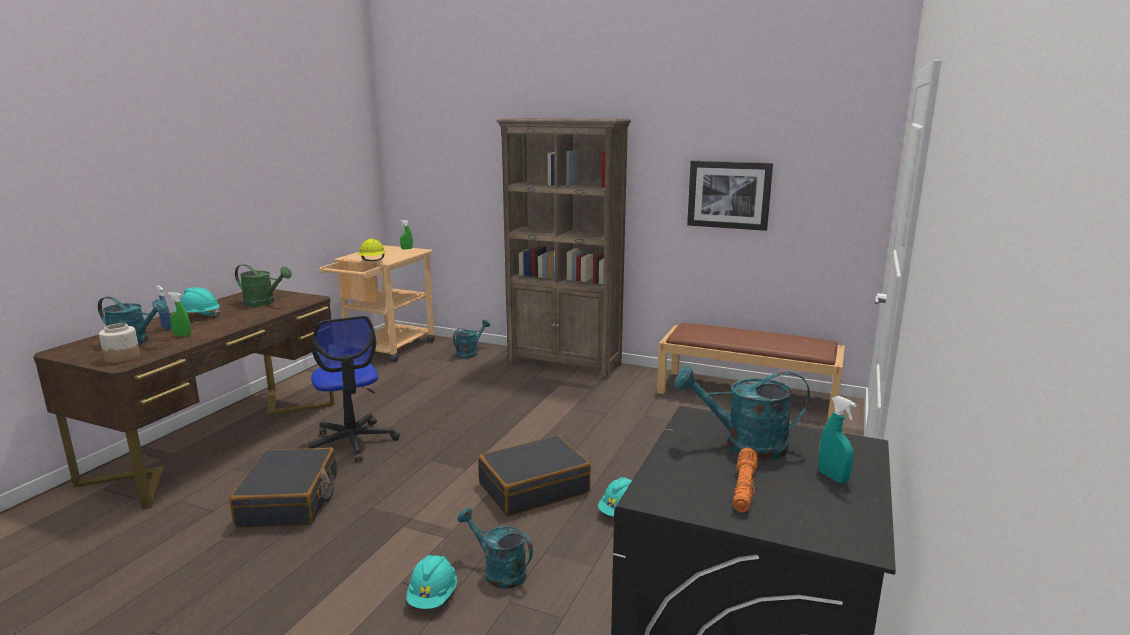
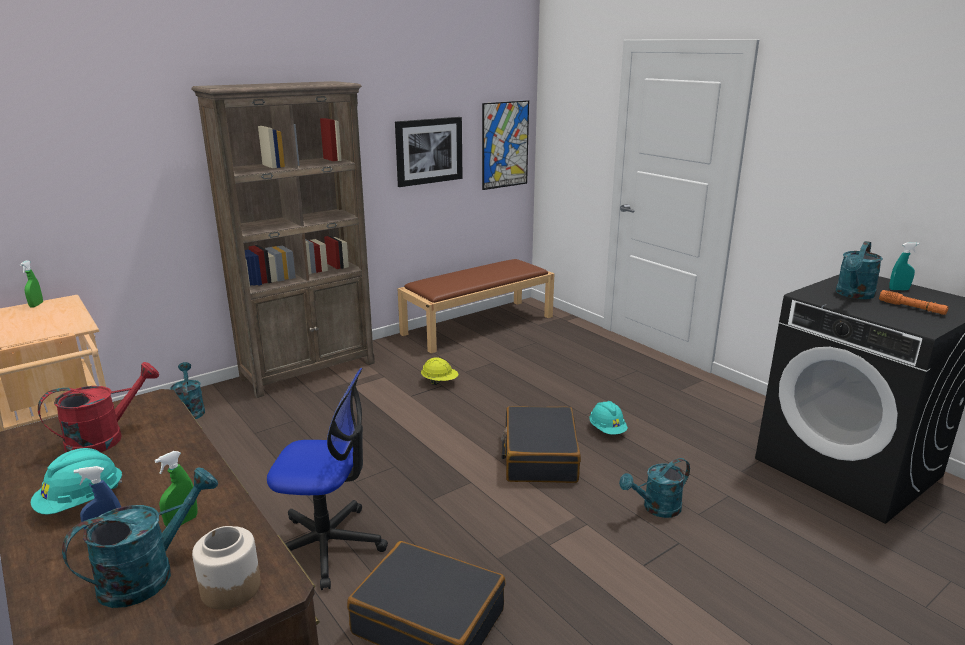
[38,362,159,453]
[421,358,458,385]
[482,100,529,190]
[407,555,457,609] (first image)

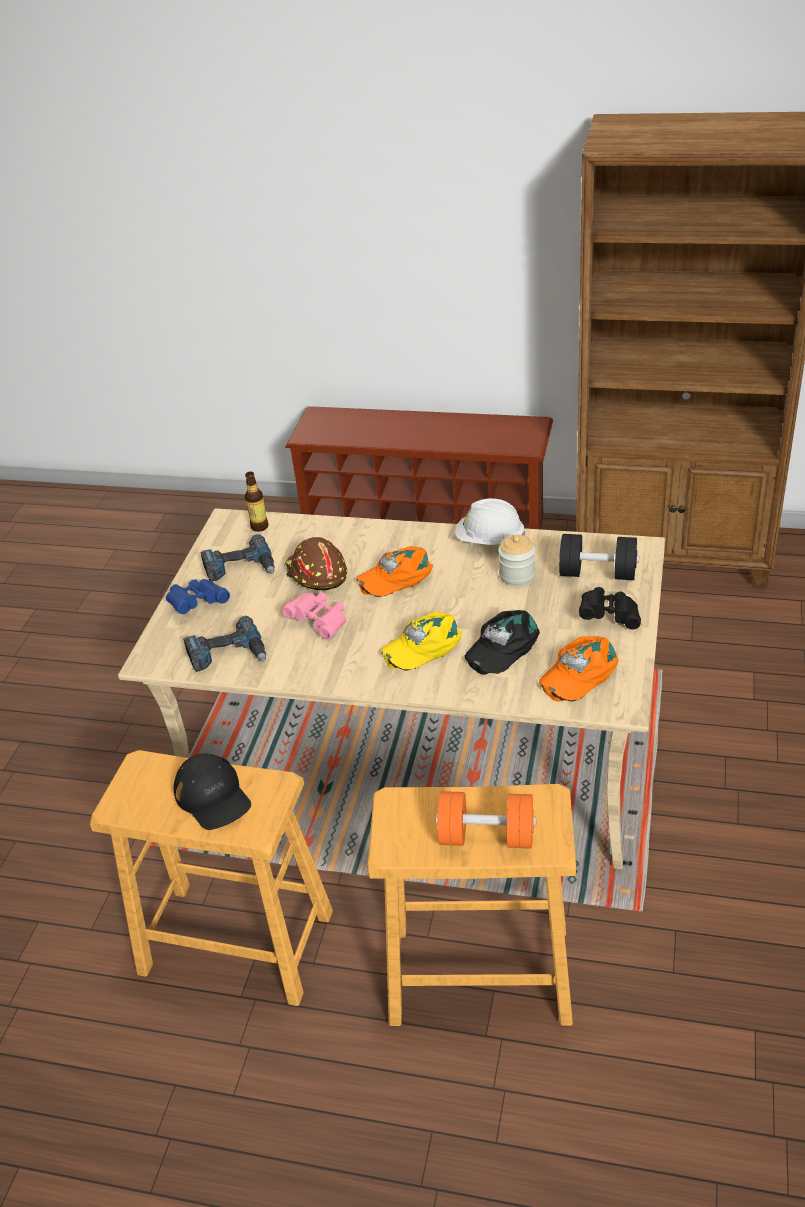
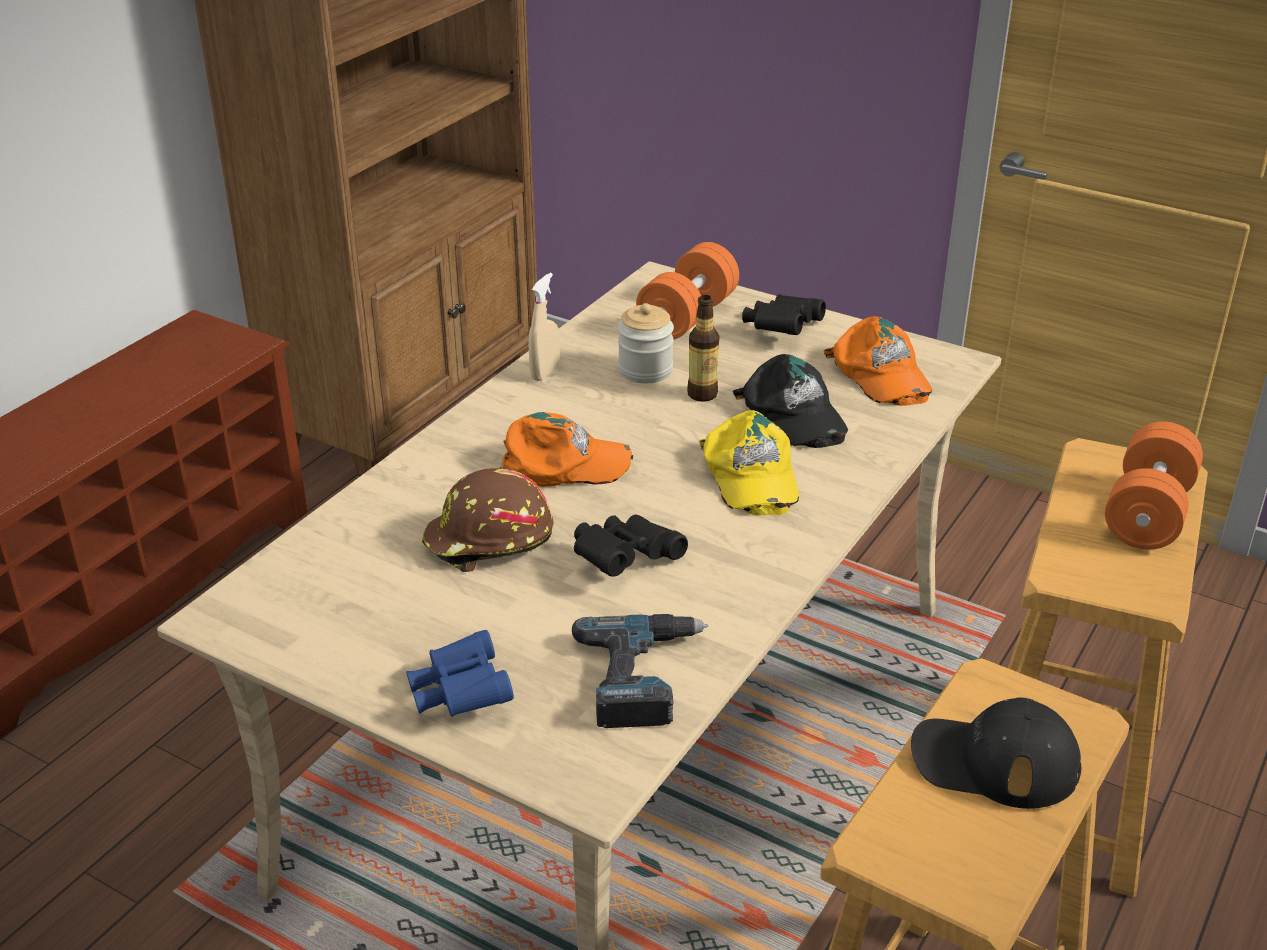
[500,412,633,487]
[528,273,560,381]
[574,515,688,577]
[636,242,739,339]
[687,295,719,402]
[911,698,1081,809]
[200,534,275,582] (first image)

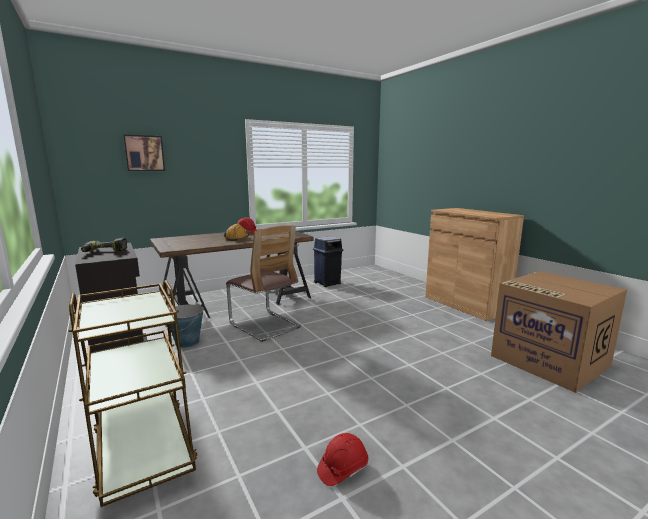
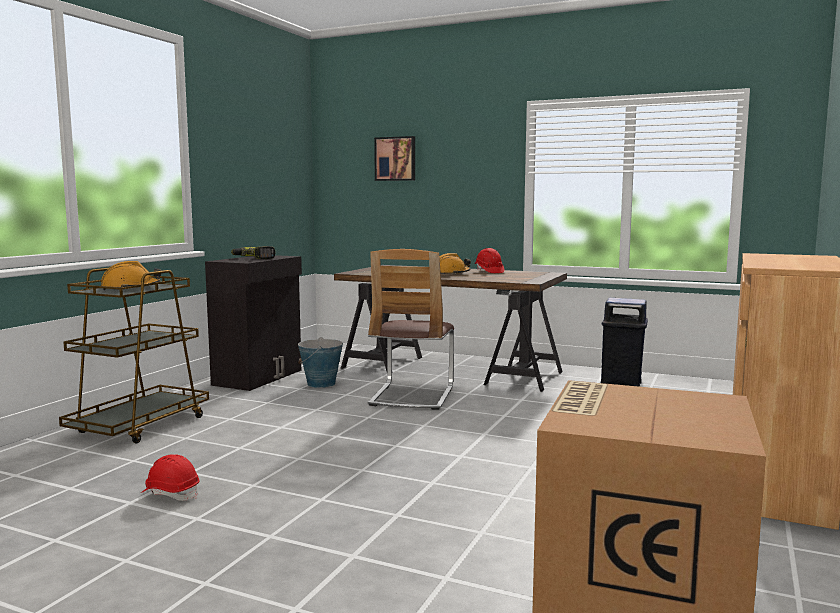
[101,261,162,290]

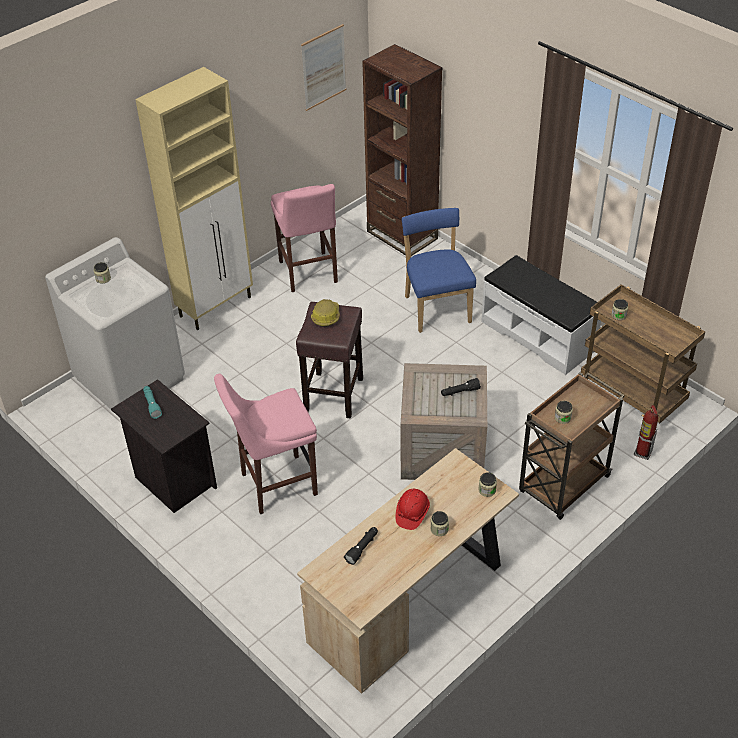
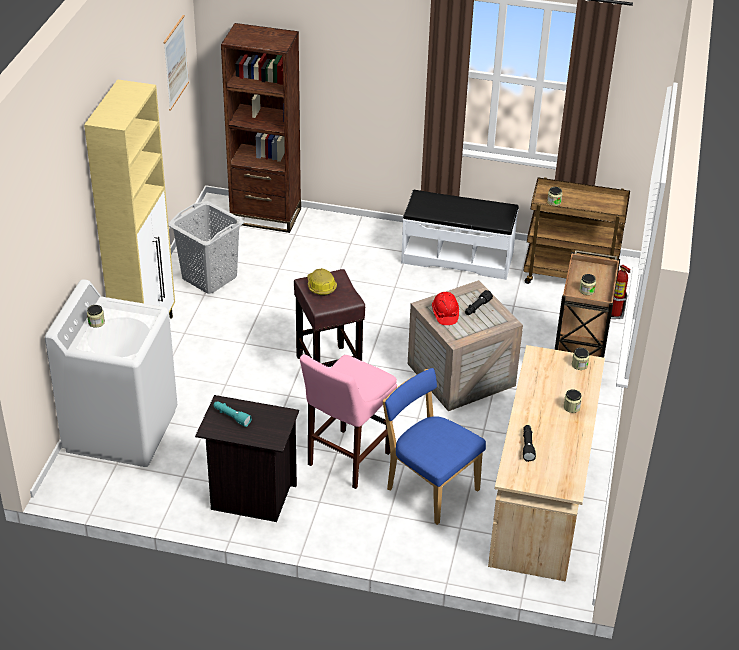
[168,201,244,294]
[383,368,486,525]
[432,292,459,325]

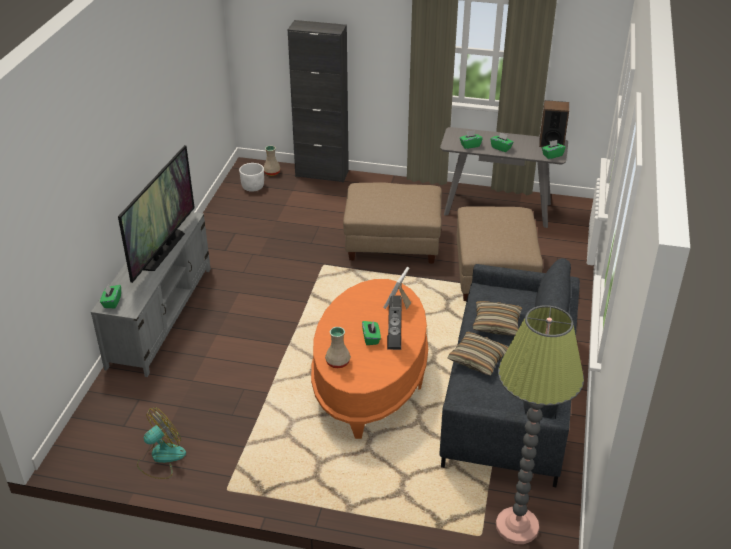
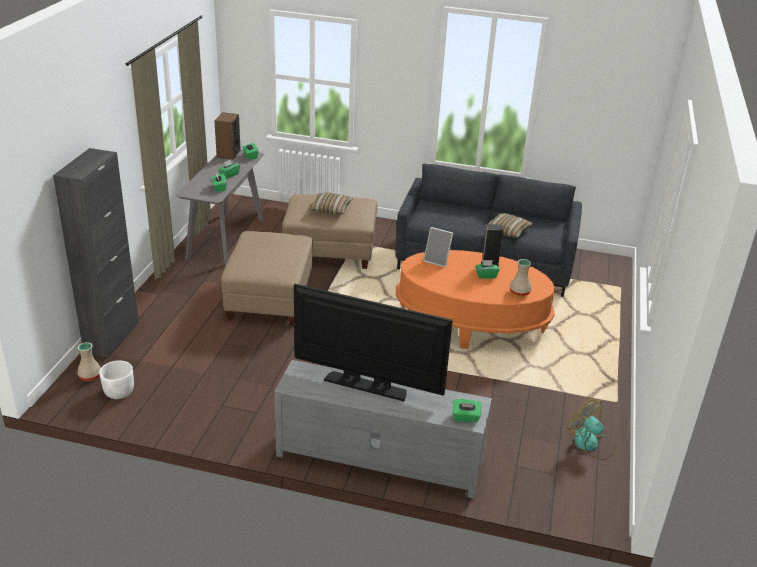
[309,193,353,214]
[496,305,584,544] (first image)

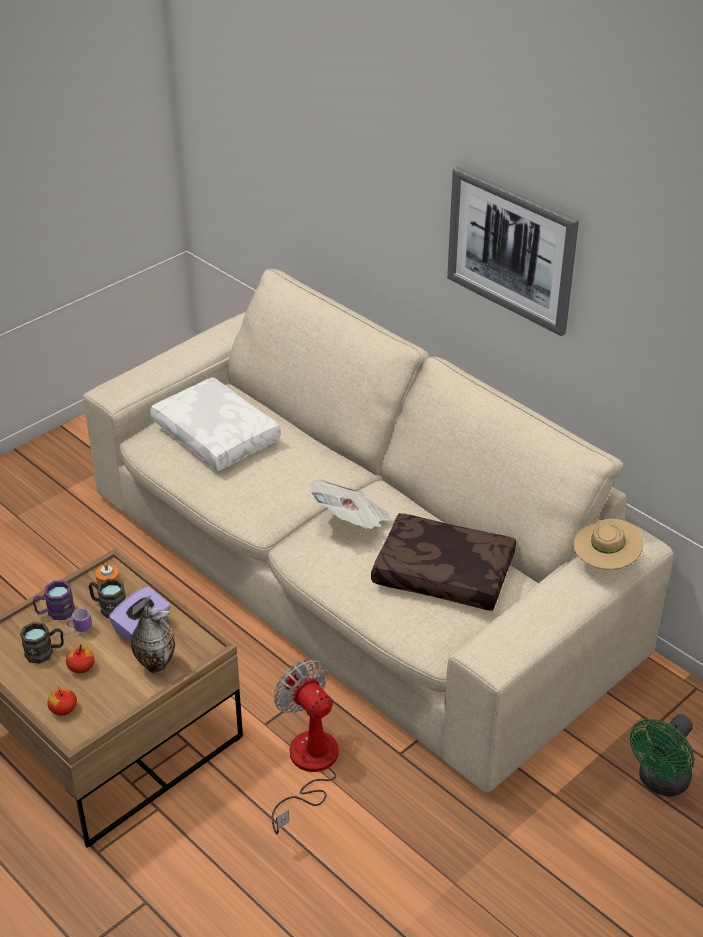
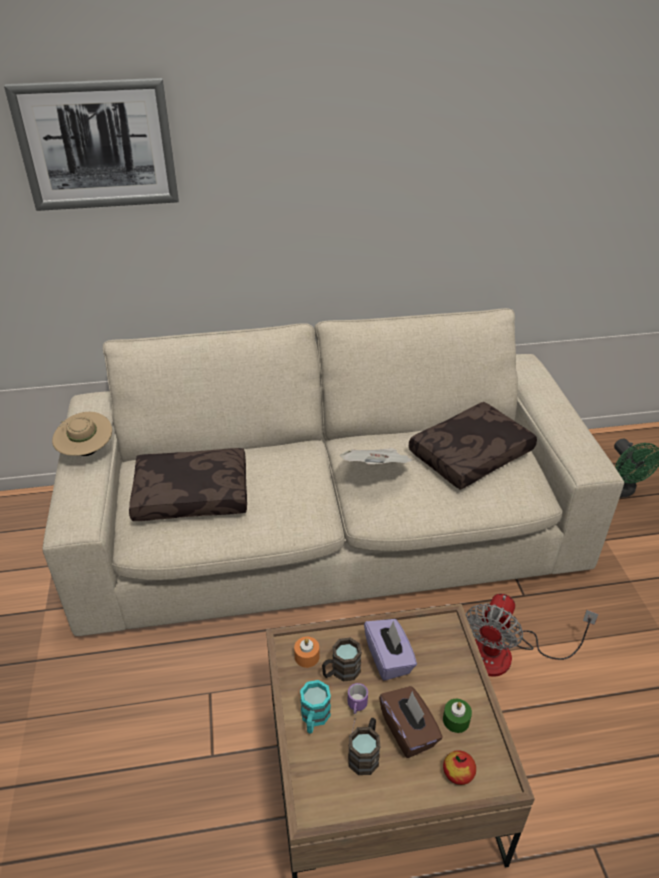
[4,78,179,211]
[52,412,112,456]
[129,448,247,521]
[300,680,331,733]
[379,686,443,758]
[443,699,472,733]
[466,594,598,677]
[131,598,175,674] (first image)

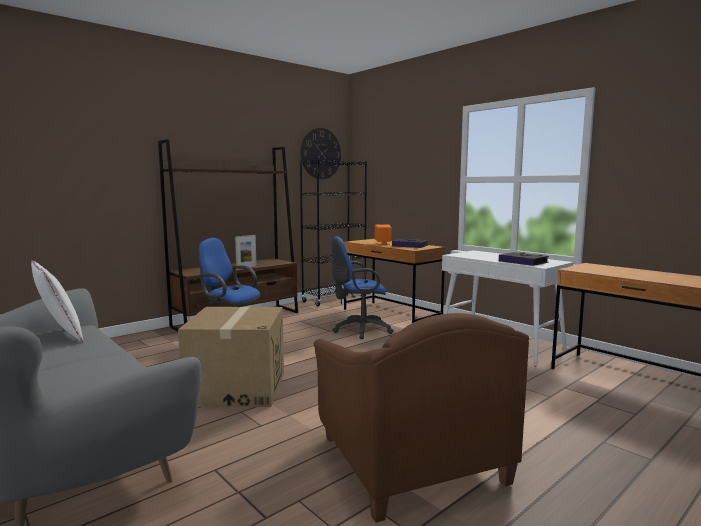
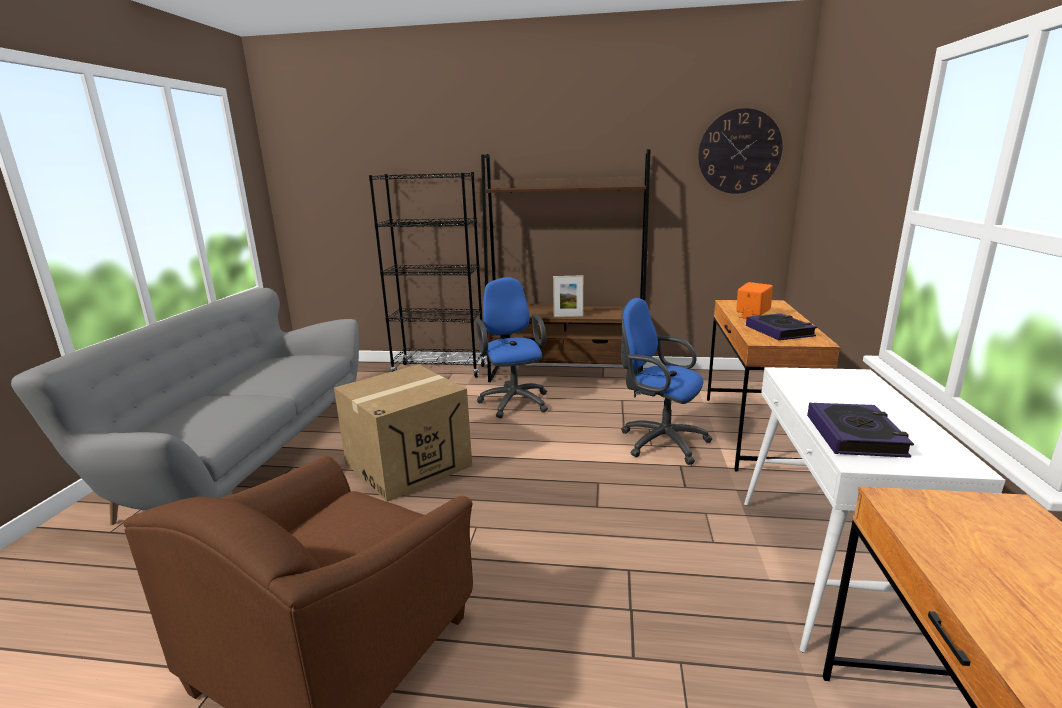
[369,172,485,378]
[31,260,83,342] (first image)

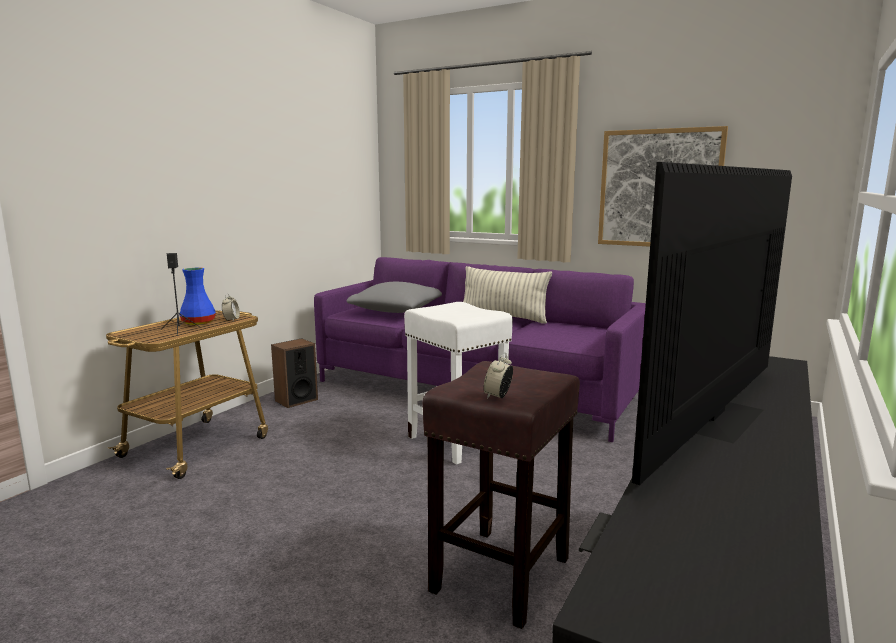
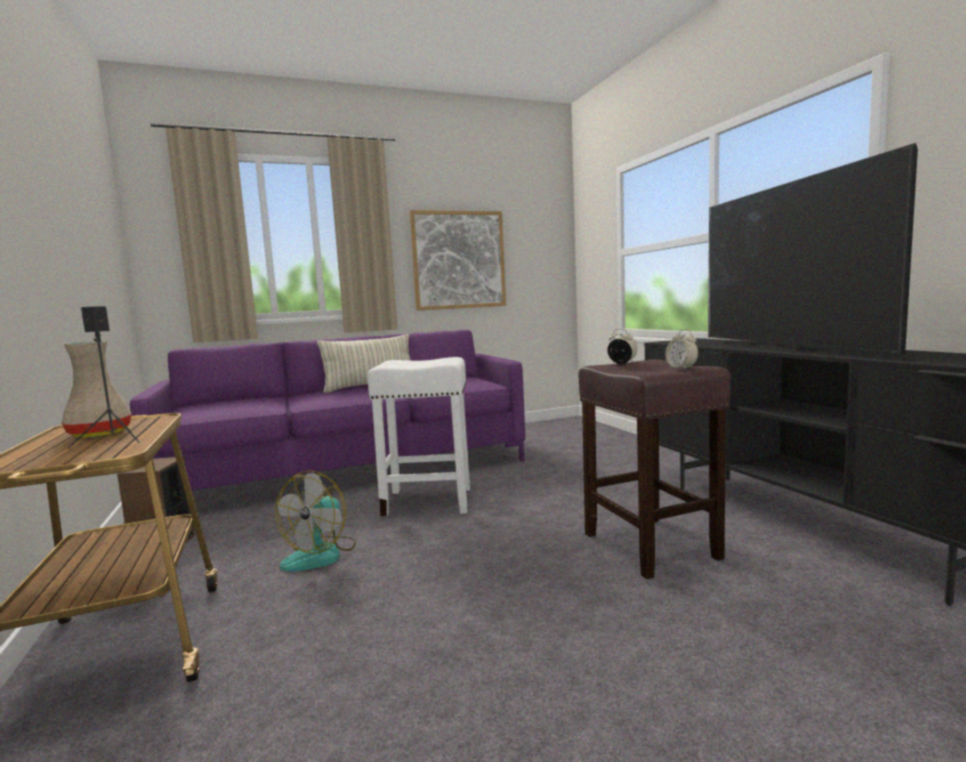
[62,341,132,438]
[275,470,356,572]
[607,329,638,364]
[347,282,442,313] (first image)

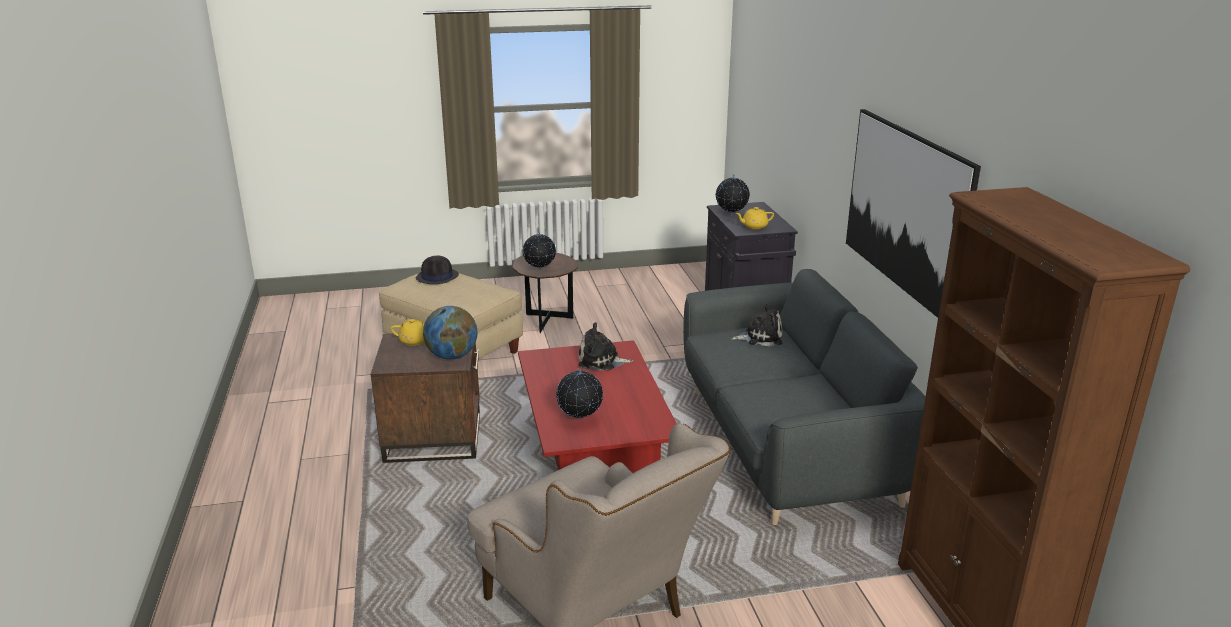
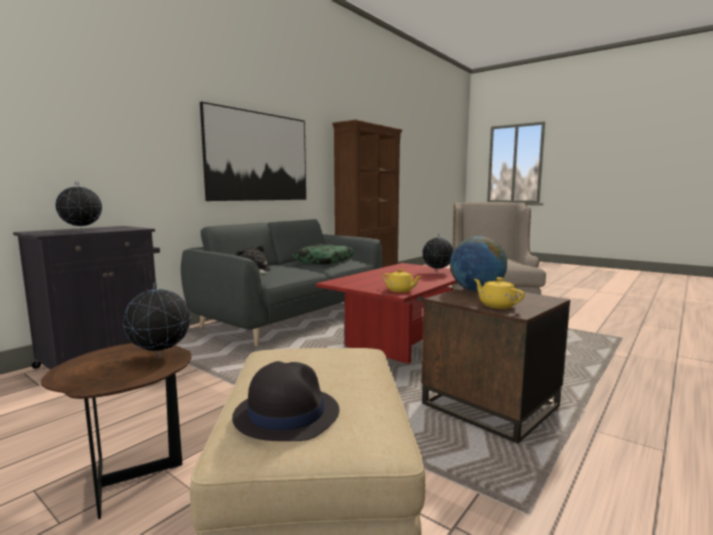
[292,244,354,264]
[383,269,422,292]
[578,322,633,370] (first image)

